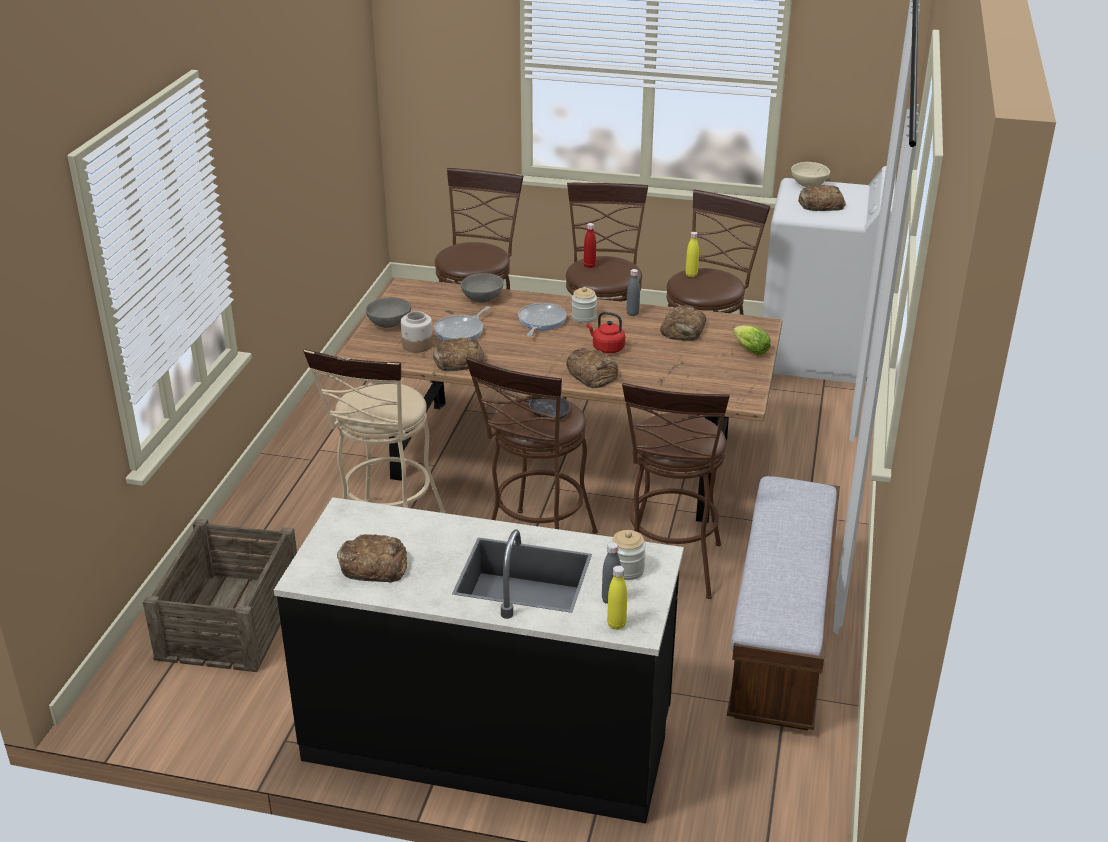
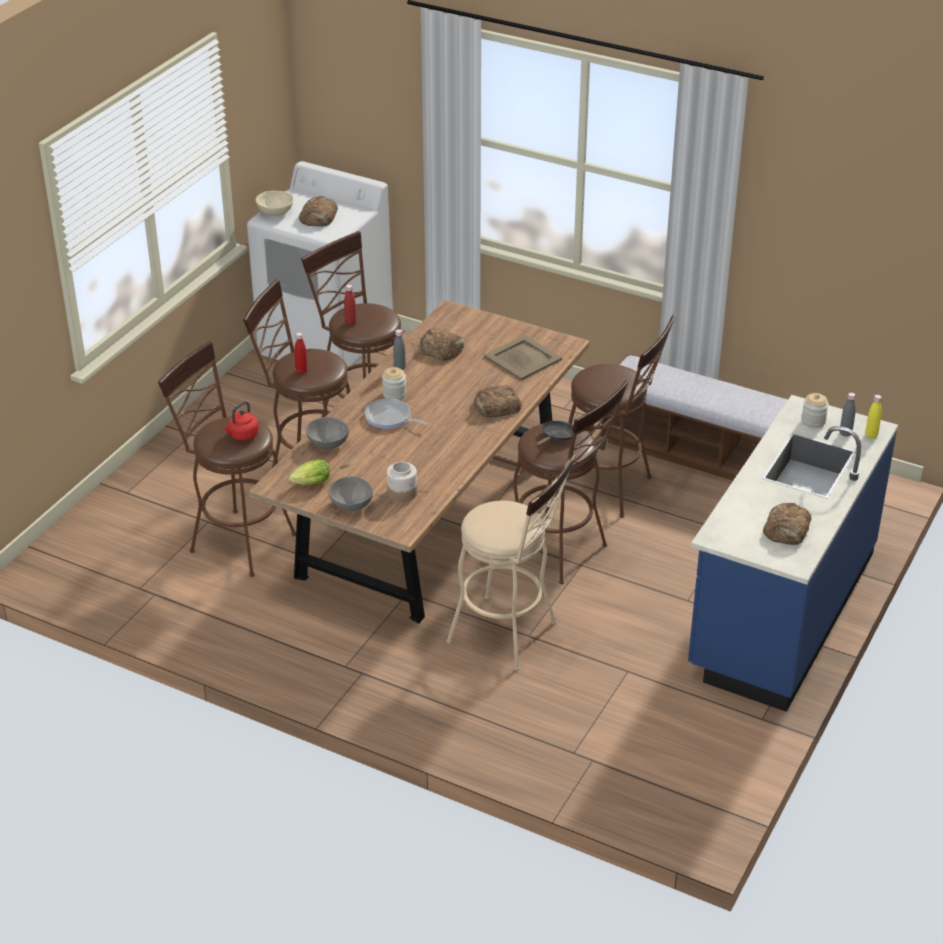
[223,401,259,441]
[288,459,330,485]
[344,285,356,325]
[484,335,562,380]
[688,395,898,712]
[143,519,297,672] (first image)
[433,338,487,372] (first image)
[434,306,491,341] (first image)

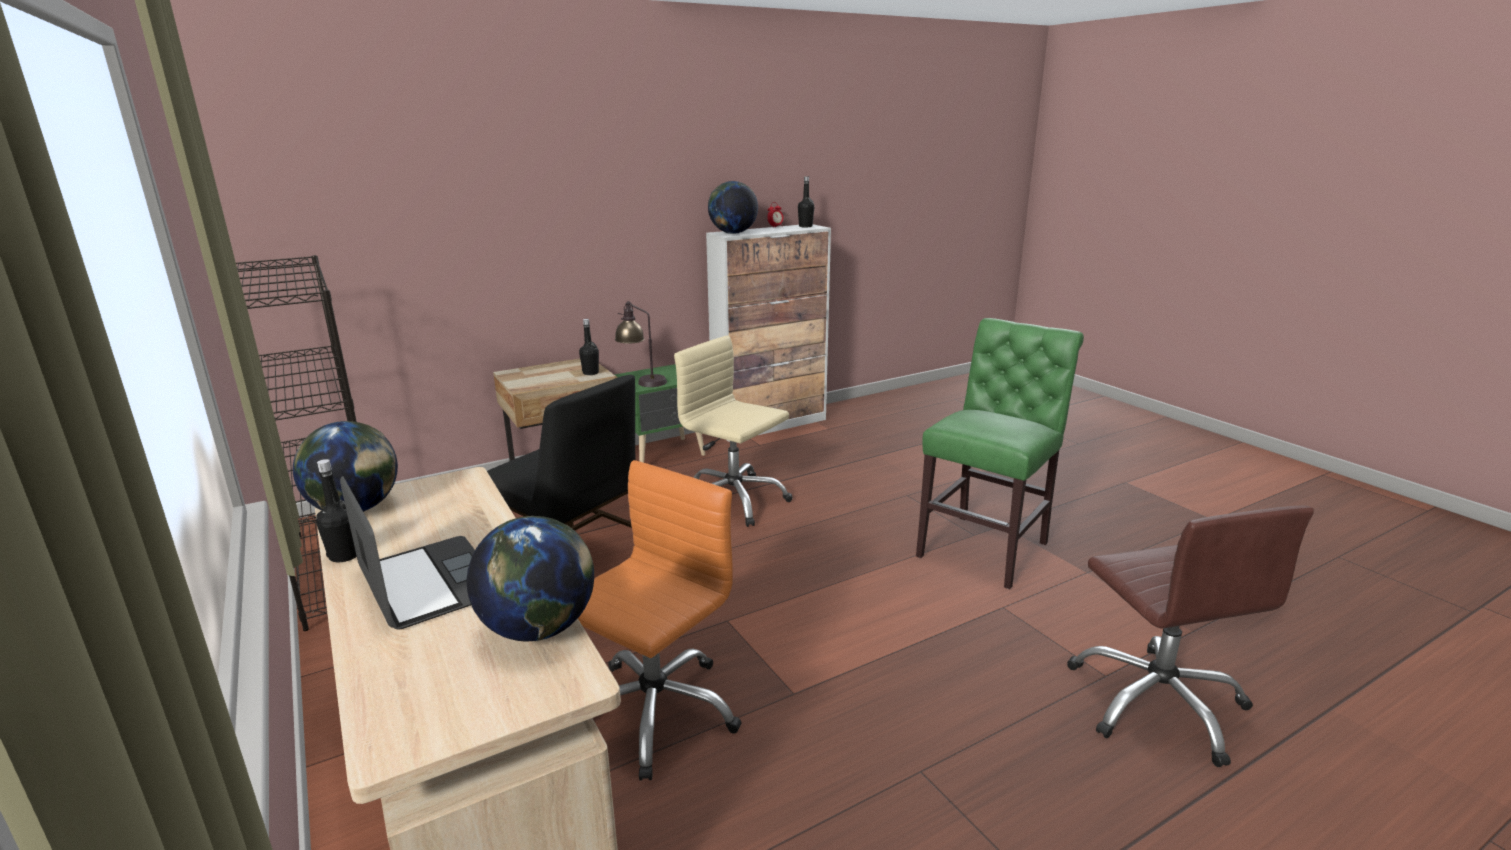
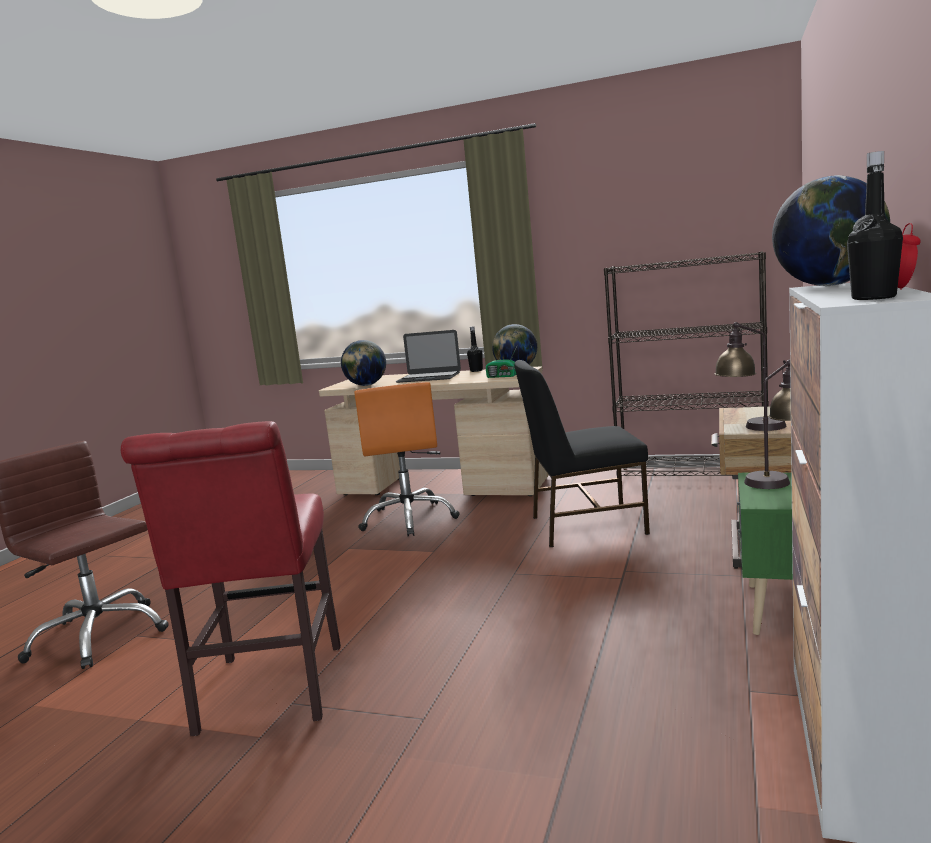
[121,421,341,736]
[485,346,517,378]
[714,322,786,431]
[674,335,792,527] (first image)

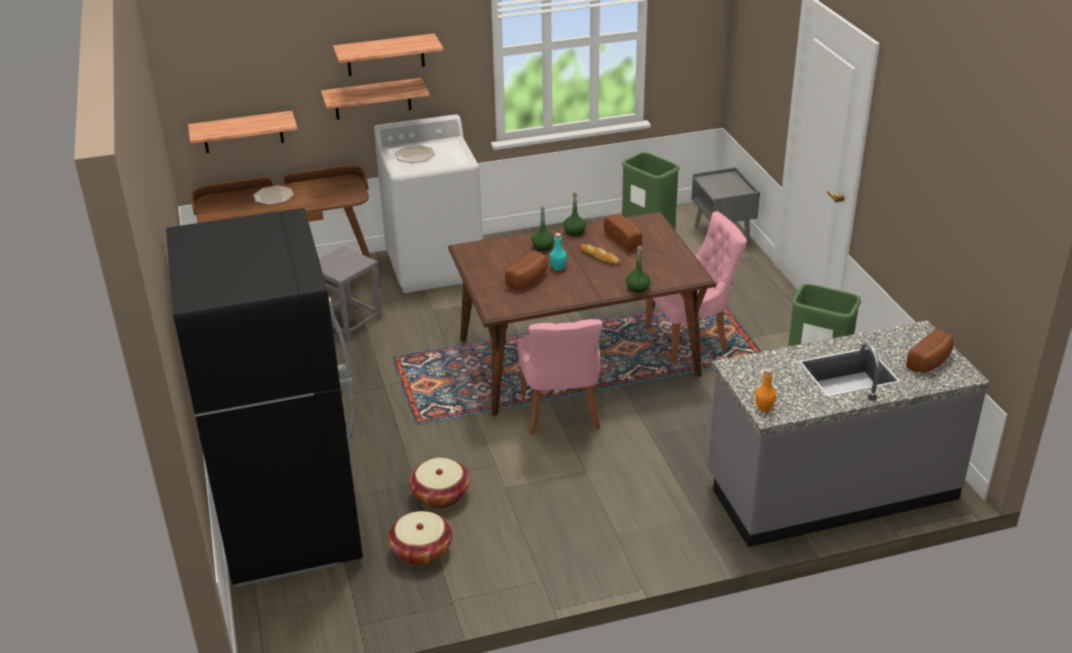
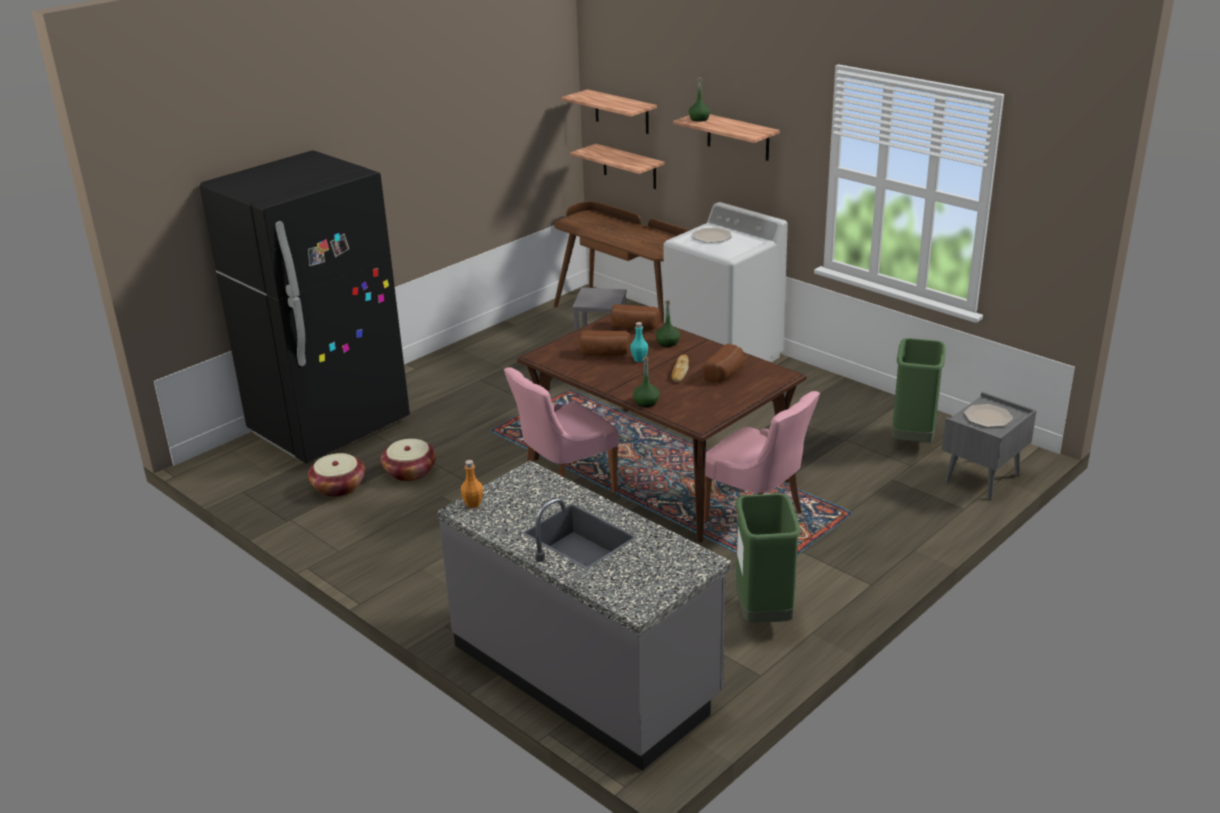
[562,89,657,134]
[611,304,660,330]
[689,77,710,122]
[964,404,1013,427]

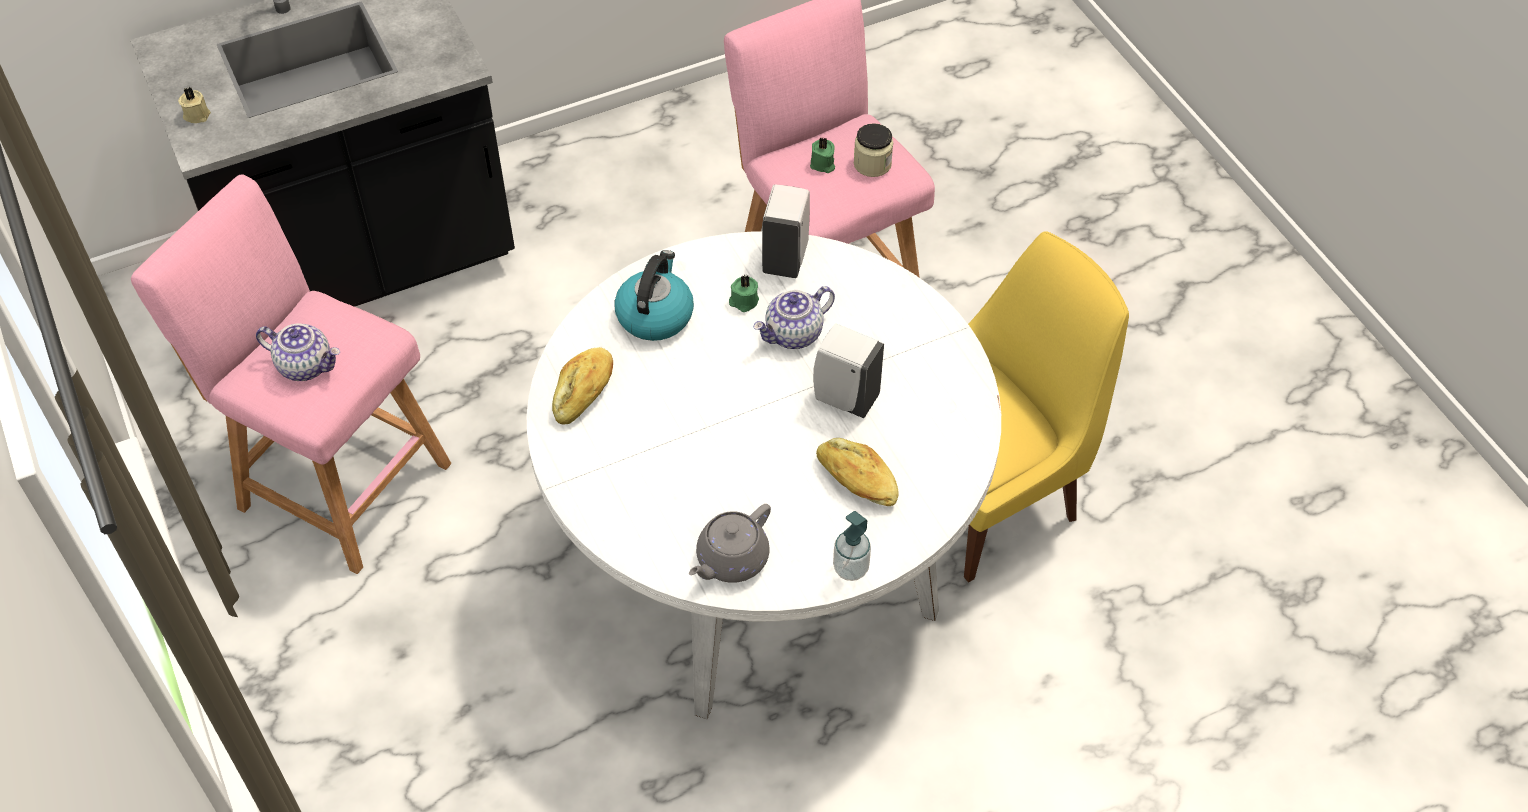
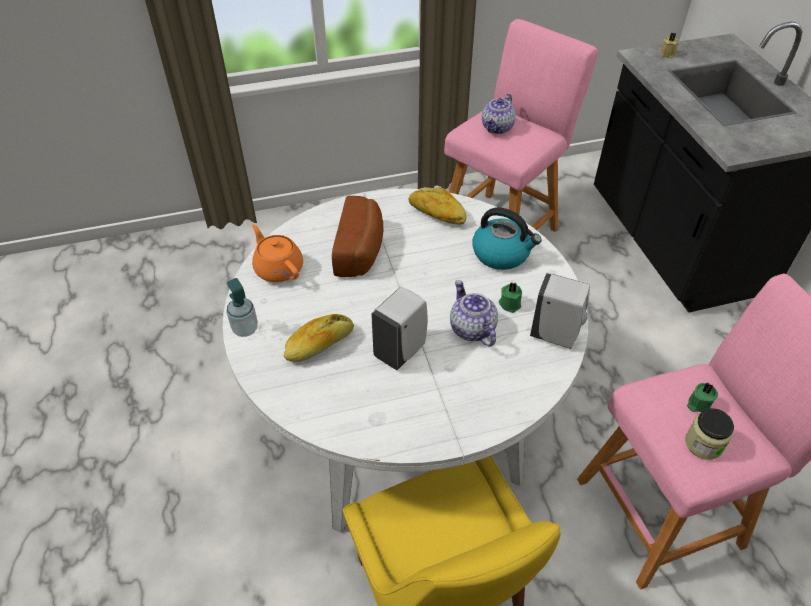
[252,224,303,282]
[332,196,384,277]

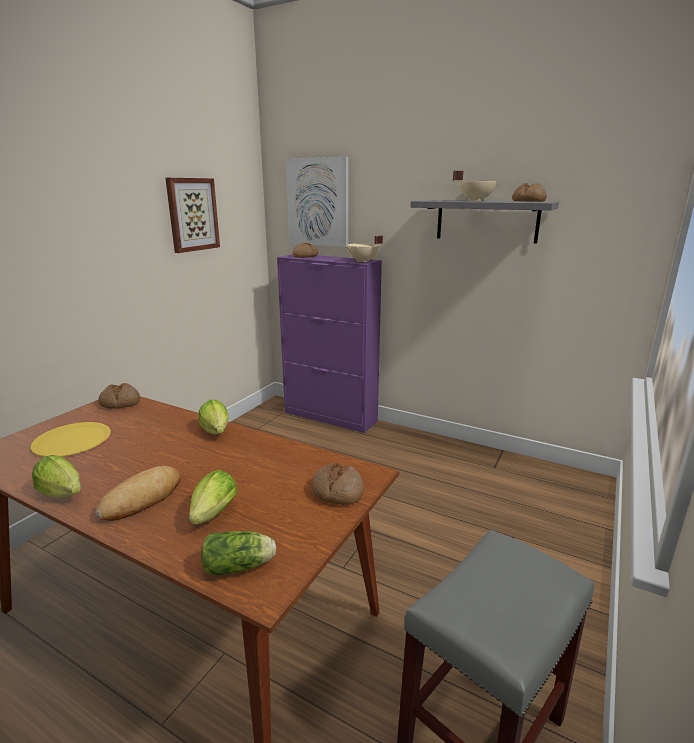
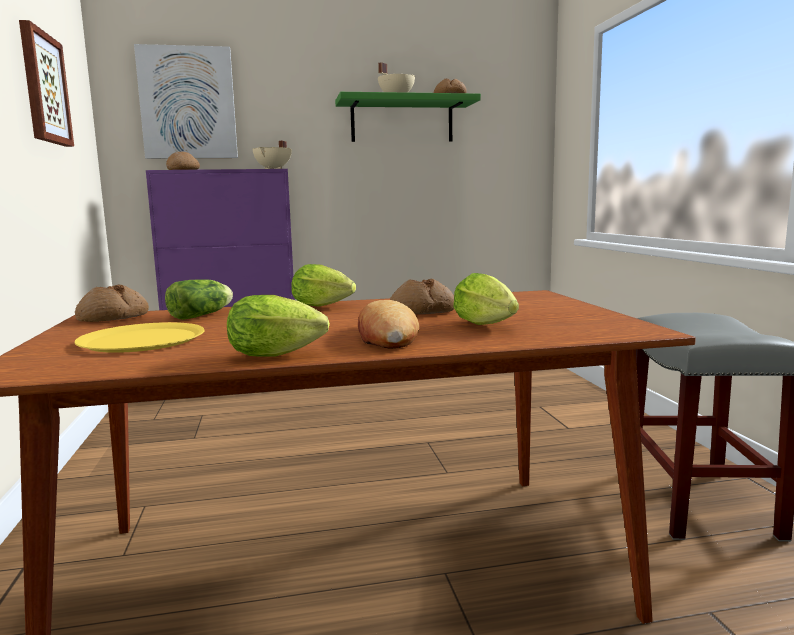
[165,279,233,320]
[335,92,481,142]
[390,279,454,314]

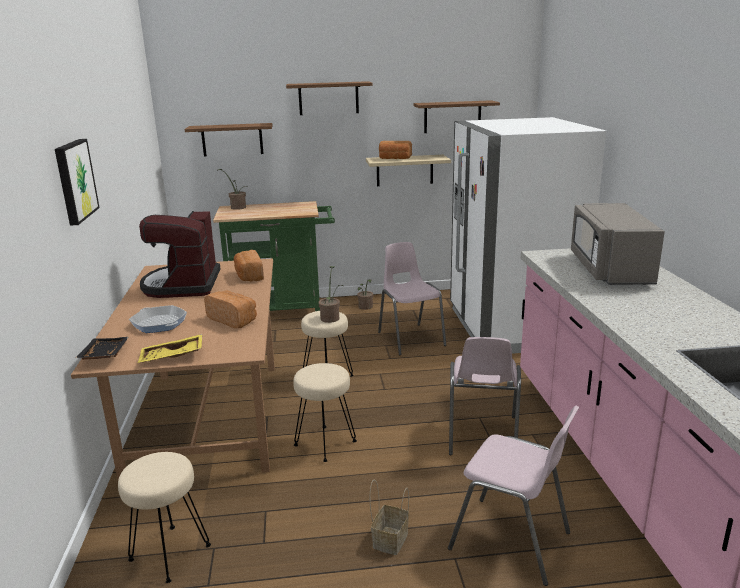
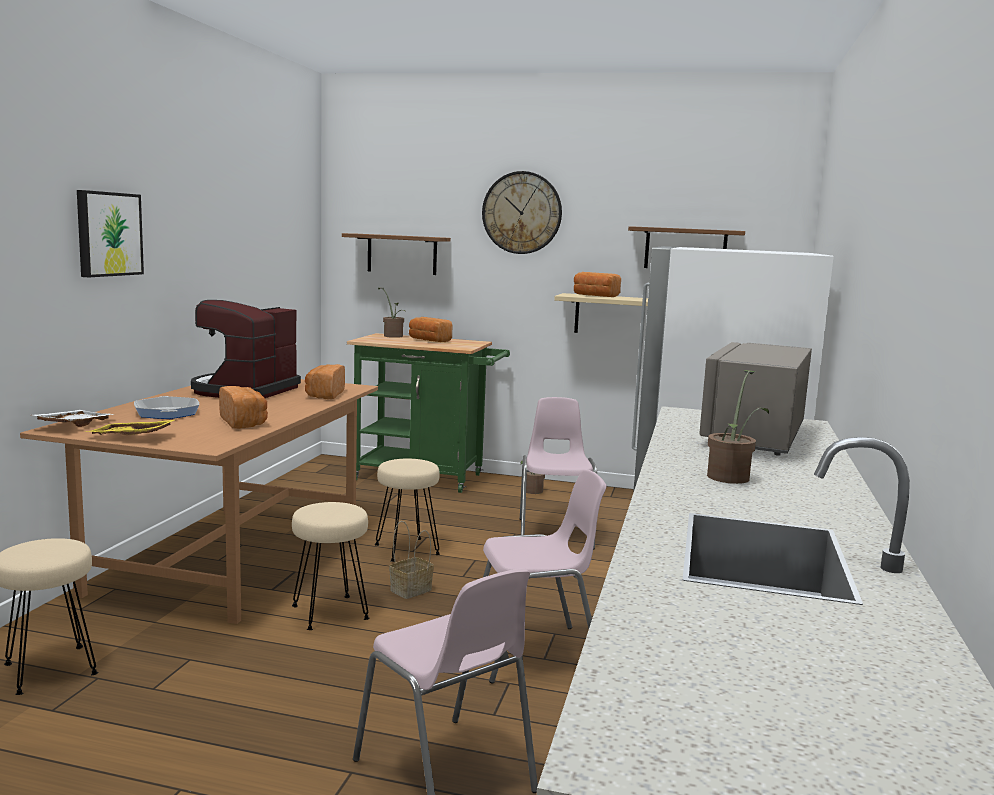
[33,410,115,427]
[389,521,434,599]
[409,317,453,342]
[482,171,562,254]
[483,469,607,684]
[707,370,769,484]

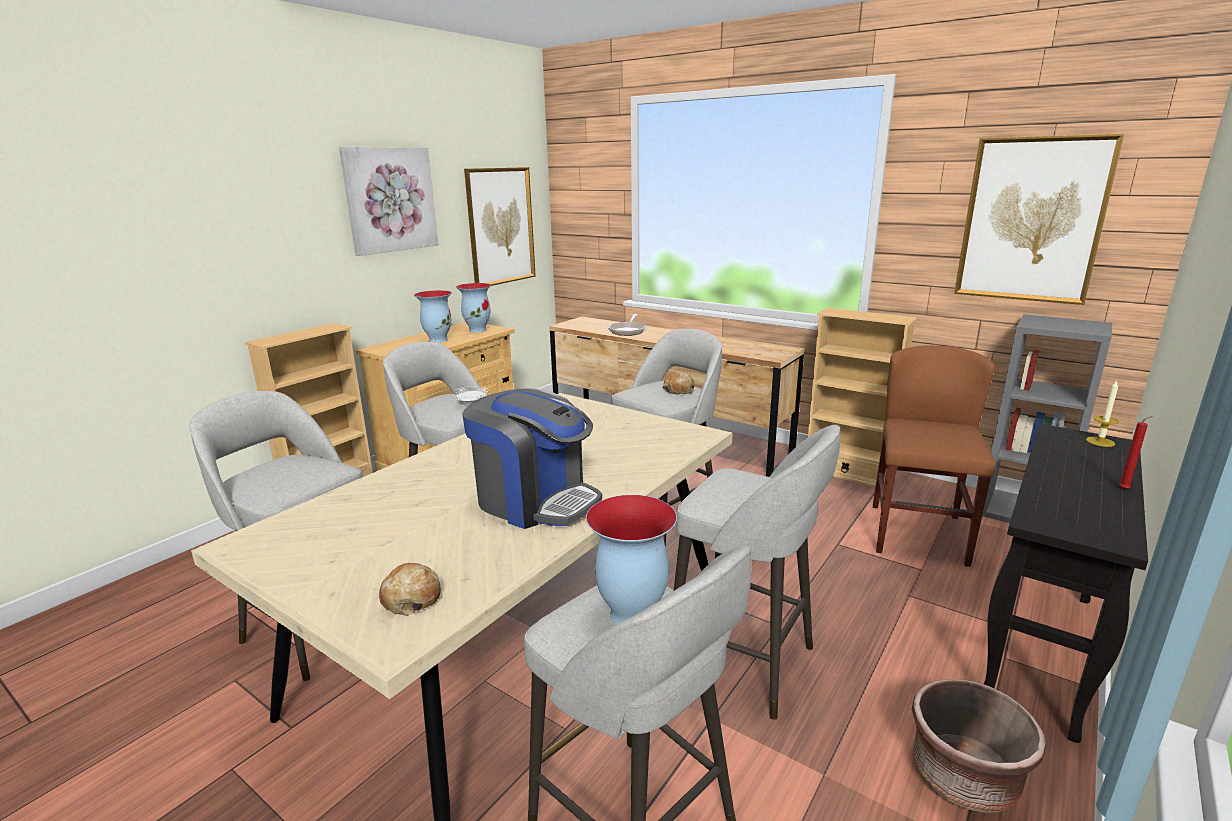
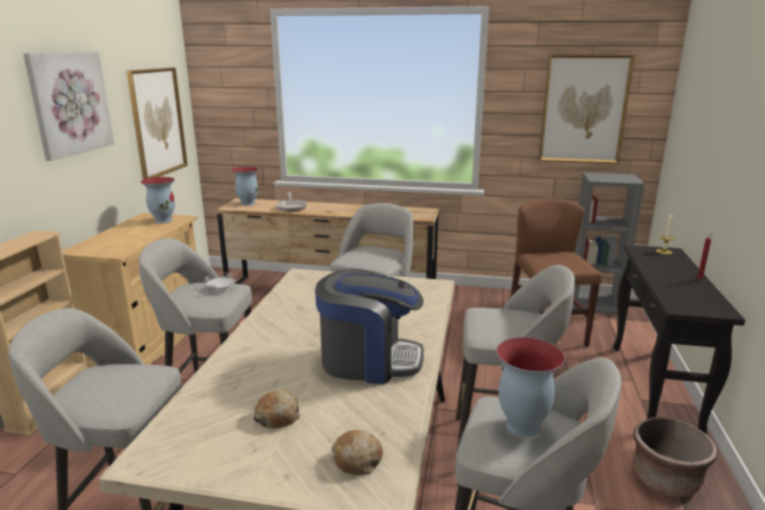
[231,166,259,206]
[254,389,300,428]
[808,308,917,487] (first image)

